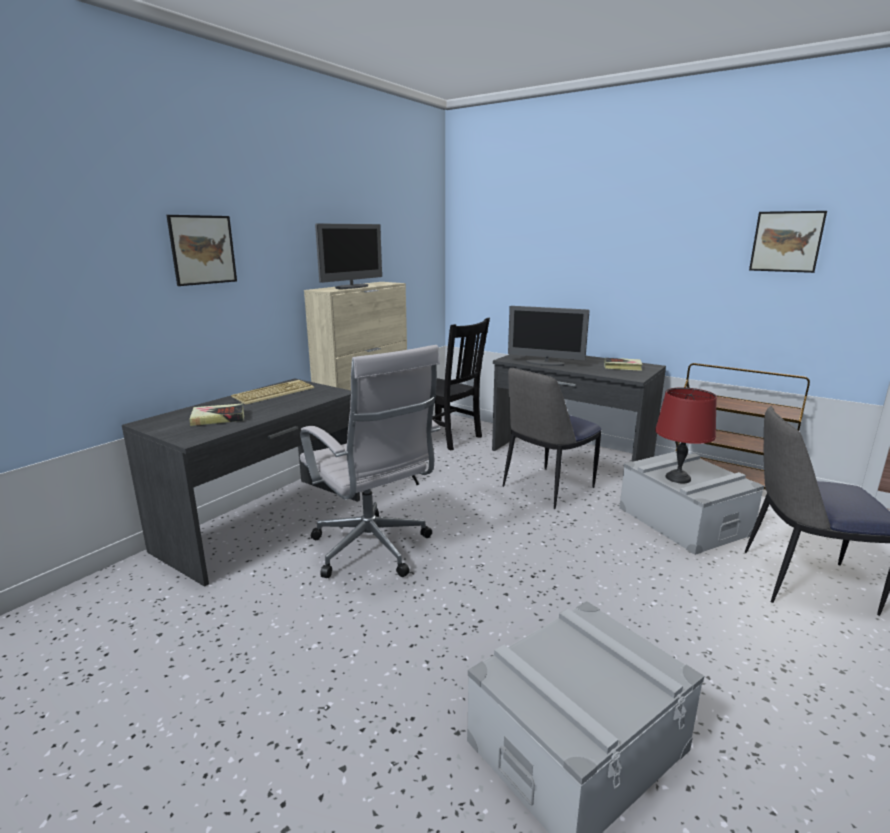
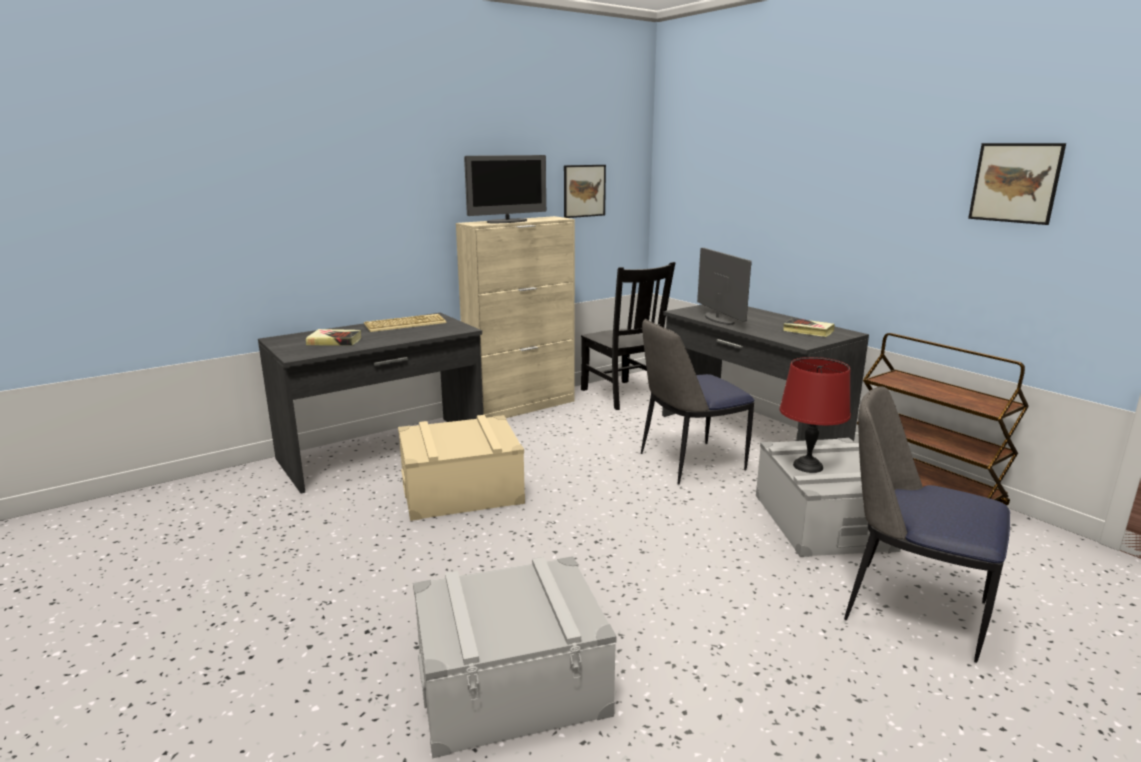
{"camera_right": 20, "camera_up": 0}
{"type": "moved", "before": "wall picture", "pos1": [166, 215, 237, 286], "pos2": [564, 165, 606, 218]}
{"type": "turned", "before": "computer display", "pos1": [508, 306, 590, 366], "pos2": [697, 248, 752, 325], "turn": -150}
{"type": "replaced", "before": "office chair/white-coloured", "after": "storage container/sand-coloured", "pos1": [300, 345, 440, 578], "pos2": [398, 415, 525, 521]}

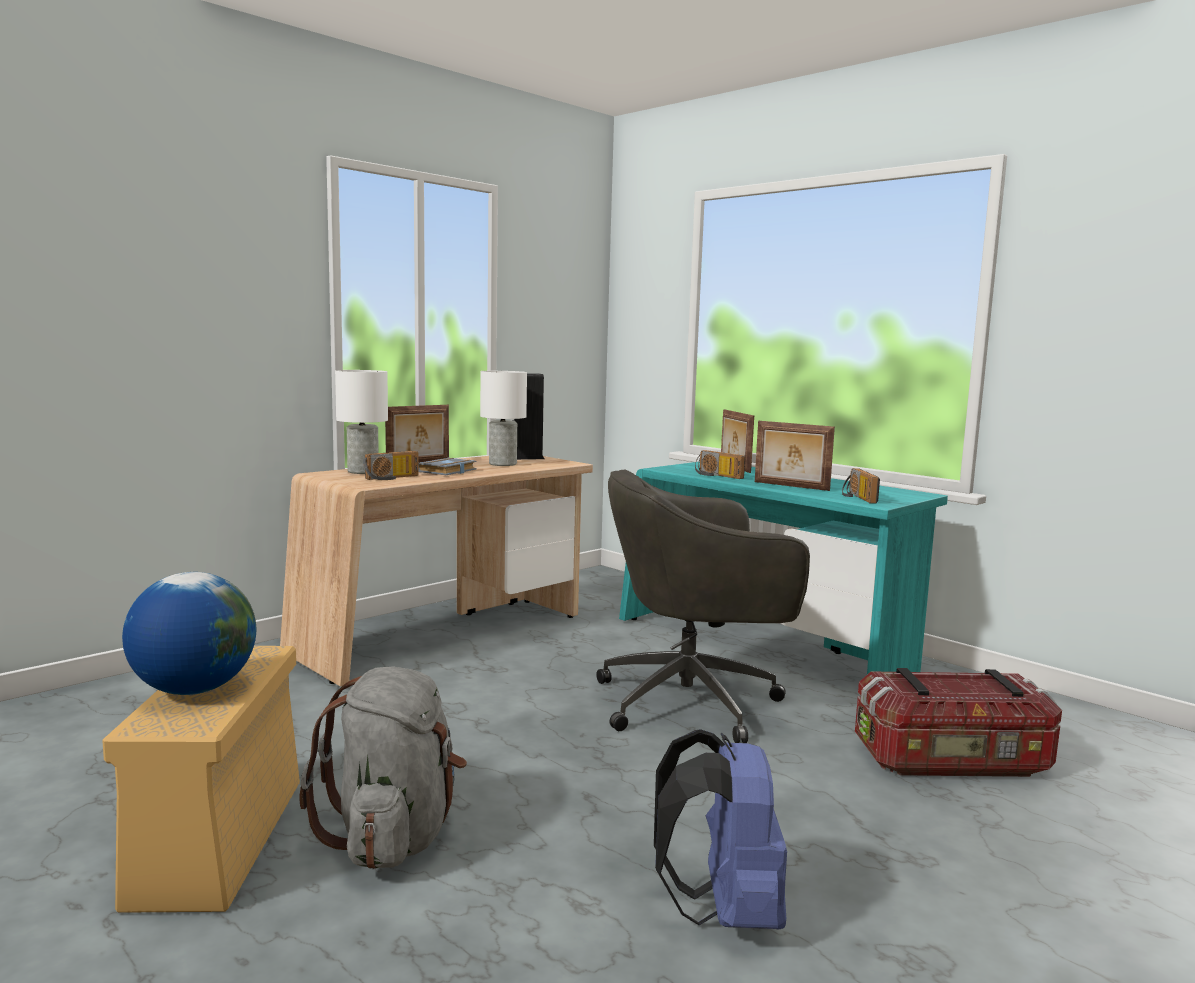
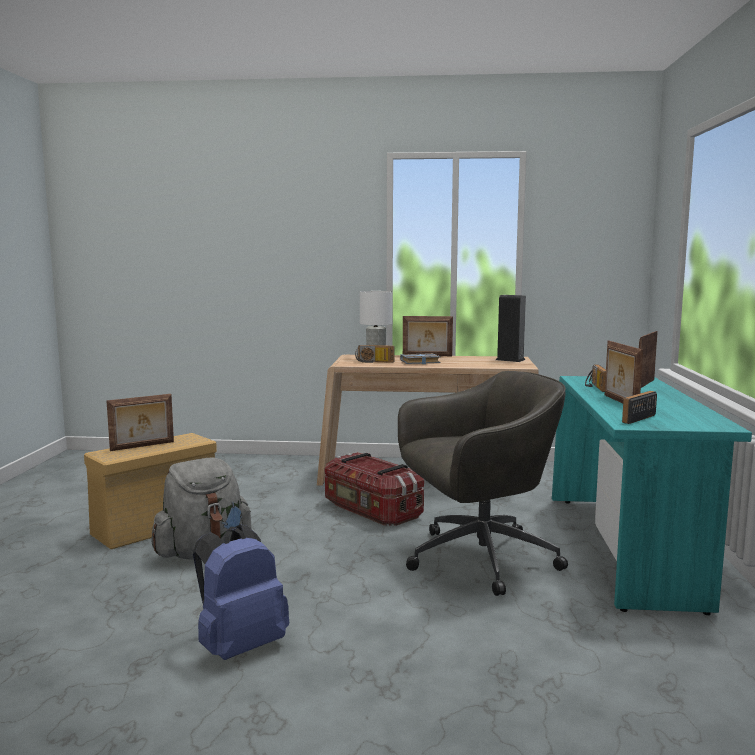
{"camera_right": 50, "camera_up": 0}
{"type": "removed", "before": "lamp for a table/white-coloured", "pos1": [480, 371, 527, 466]}
{"type": "turned", "before": "office chair/gray", "pos1": [596, 470, 810, 743], "pos2": [398, 371, 568, 596], "turn": 120}
{"type": "replaced", "before": "world globe", "after": "picture frame", "pos1": [122, 572, 256, 695], "pos2": [107, 394, 174, 451]}
{"type": "moved", "before": "storage container", "pos1": [855, 668, 1062, 777], "pos2": [325, 452, 424, 526]}

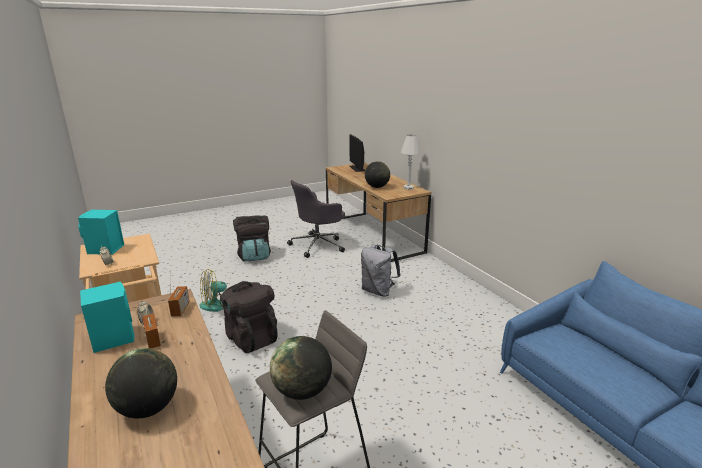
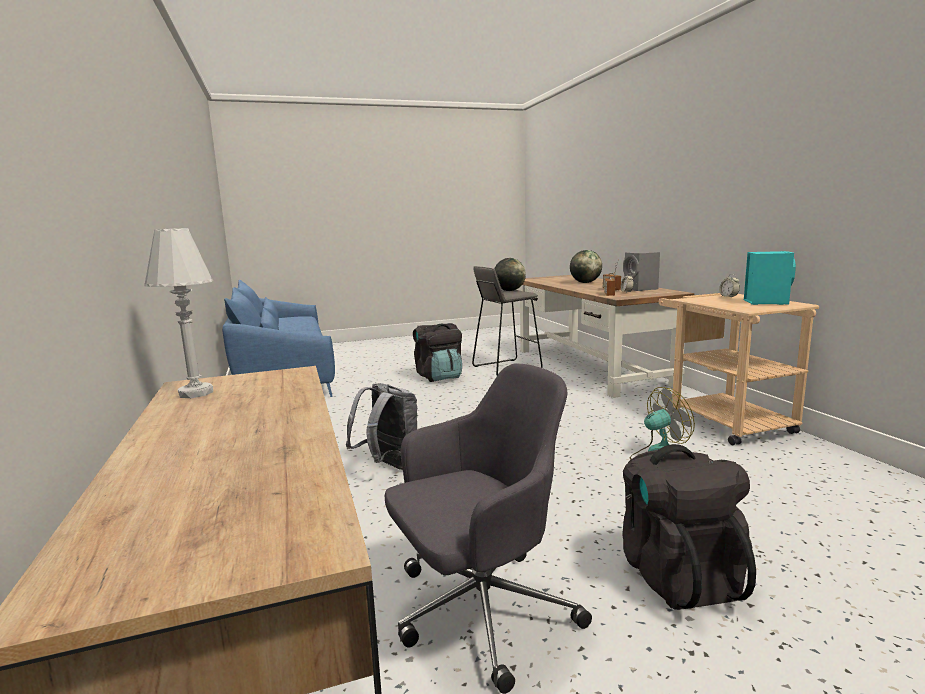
{"camera_right": -170, "camera_up": -10}
{"type": "removed", "before": "computer display", "pos1": [350, 135, 365, 172]}
{"type": "removed", "before": "world globe", "pos1": [365, 161, 390, 188]}
{"type": "moved", "before": "rucksack/blackish", "pos1": [220, 281, 278, 353], "pos2": [413, 323, 462, 382]}
{"type": "recoloured", "before": "speaker/turquoise", "after": "speaker/gray", "pos1": [80, 282, 134, 353], "pos2": [623, 251, 660, 291]}

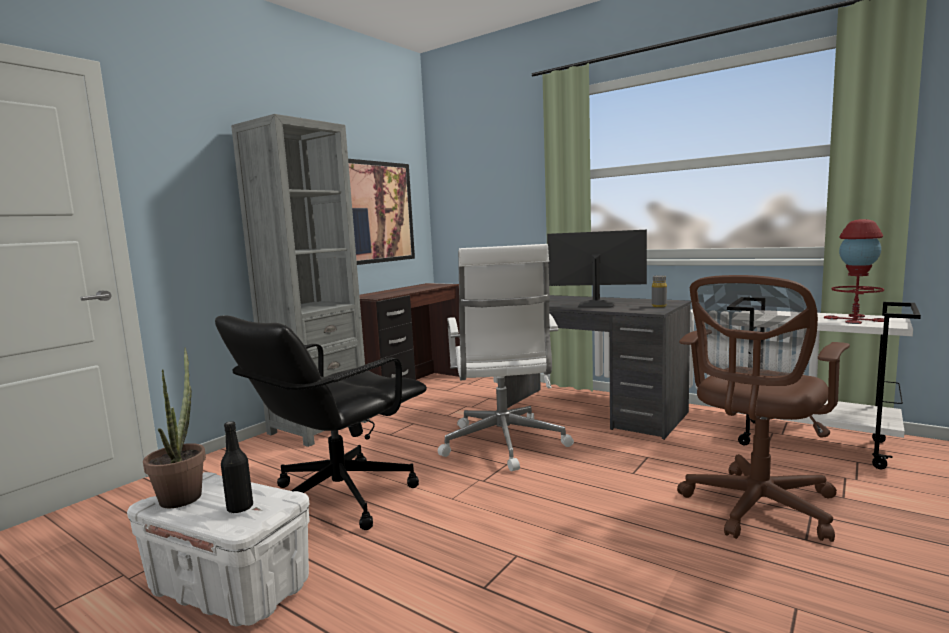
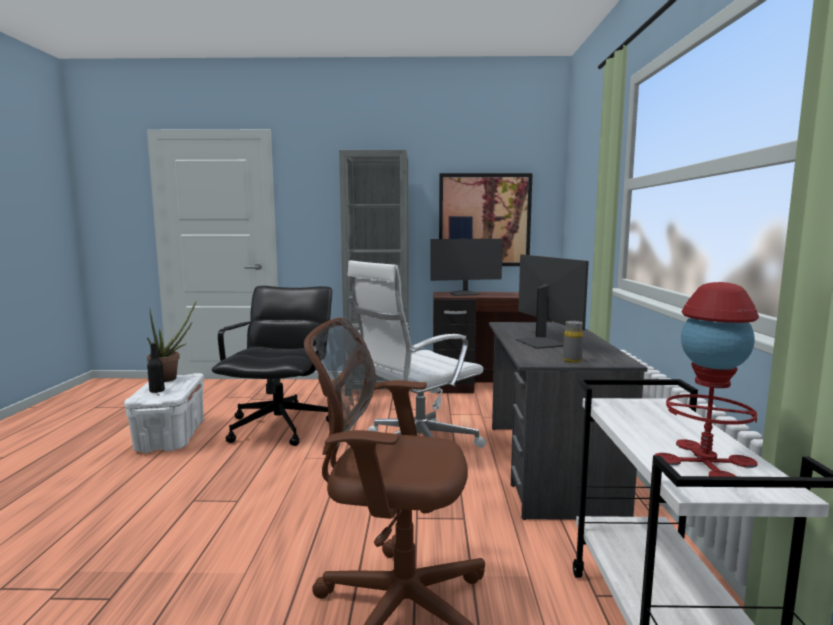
{"camera_right": 55, "camera_up": 0}
{"type": "turned", "before": "office chair/blackish", "pos1": [215, 315, 427, 530], "pos2": [212, 286, 332, 446], "turn": 90}
{"type": "added", "after": "computer display", "pos2": [430, 239, 503, 296]}

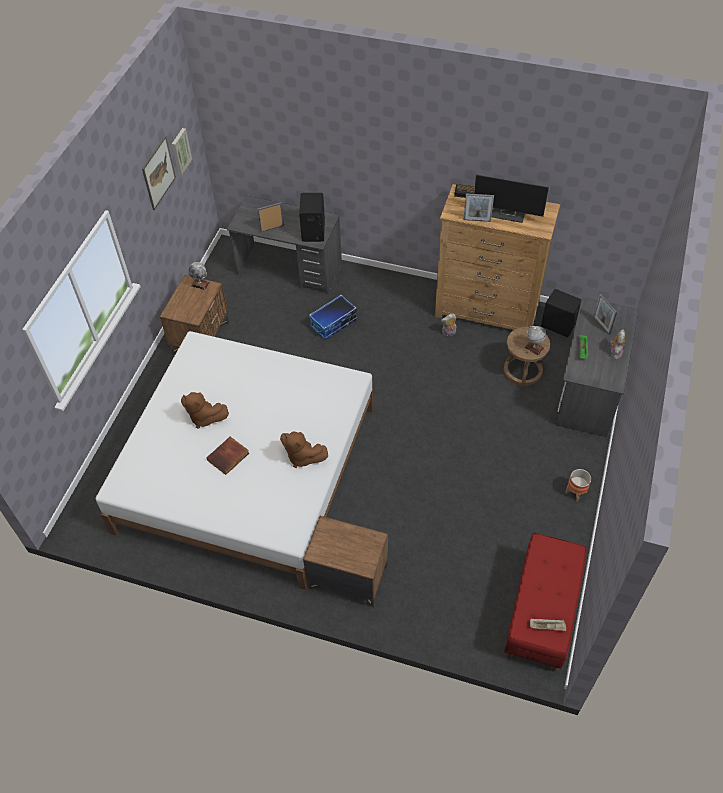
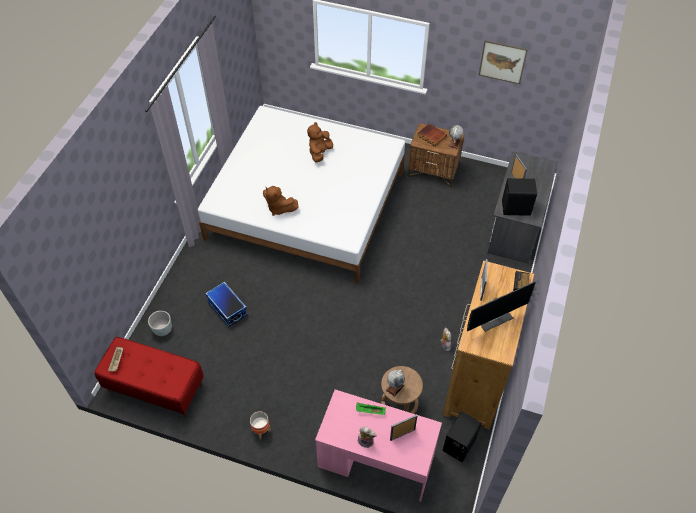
{"camera_right": 90, "camera_up": 0}
{"type": "removed", "before": "wall picture", "pos1": [172, 128, 192, 175]}
{"type": "turned", "before": "computer display", "pos1": [474, 174, 549, 223], "pos2": [467, 281, 536, 332], "turn": -135}
{"type": "moved", "before": "storage container", "pos1": [309, 295, 357, 340], "pos2": [205, 282, 247, 327]}
{"type": "recoloured", "before": "desk table/gray", "after": "desk table/pink-coloured", "pos1": [555, 297, 639, 437], "pos2": [315, 390, 442, 502]}
{"type": "turned", "before": "plush toy/brown", "pos1": [280, 431, 328, 468], "pos2": [263, 186, 298, 216], "turn": -90}
{"type": "moved", "before": "bound book", "pos1": [207, 437, 249, 475], "pos2": [417, 124, 447, 147]}
{"type": "removed", "before": "bedside table/brown", "pos1": [303, 516, 388, 608]}
{"type": "added", "after": "plant pot/gray", "pos2": [148, 311, 172, 336]}

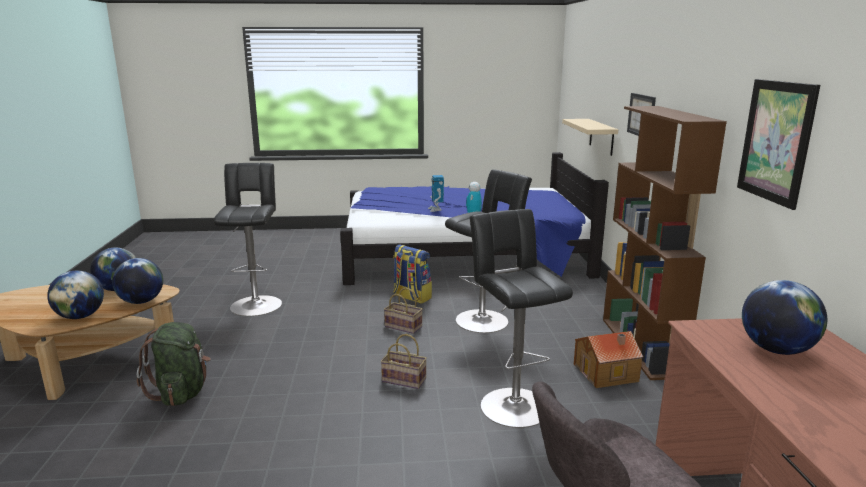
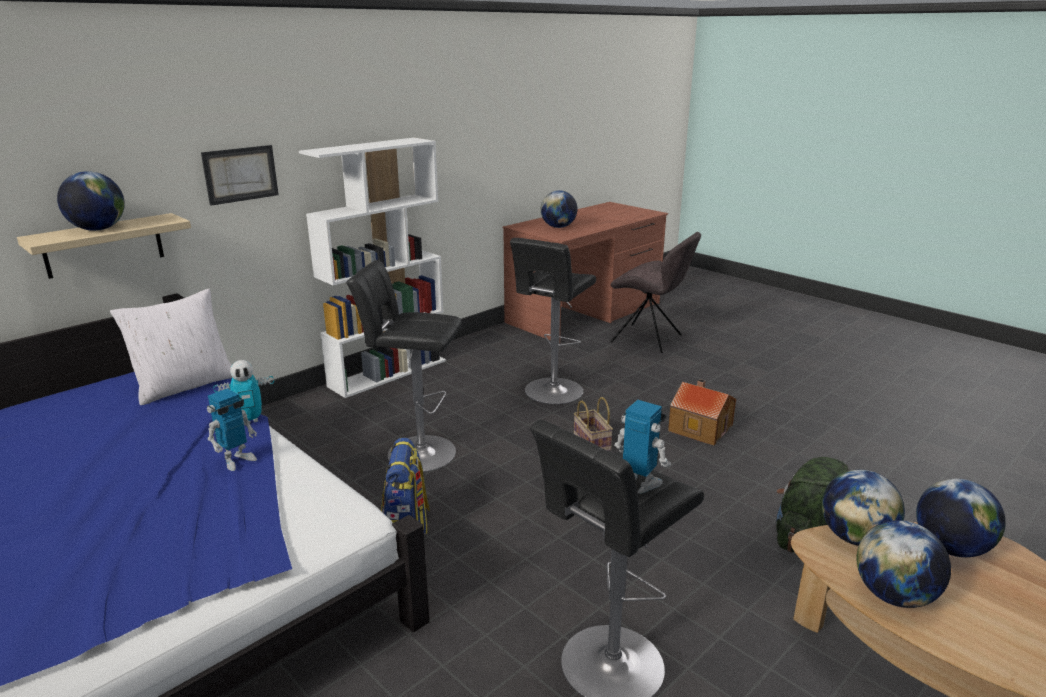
{"camera_right": -130, "camera_up": 5}
{"type": "removed", "before": "wall picture", "pos1": [737, 79, 820, 210]}
{"type": "recoloured", "before": "bookcase/brown", "after": "bookcase/white-coloured", "pos1": [603, 106, 727, 380], "pos2": [299, 138, 446, 398]}
{"type": "removed", "before": "basket", "pos1": [384, 288, 423, 334]}
{"type": "moved", "before": "model house", "pos1": [574, 331, 643, 388], "pos2": [668, 379, 737, 445]}
{"type": "added", "after": "world globe", "pos2": [57, 171, 125, 231]}
{"type": "added", "after": "throw pillow/white-coloured", "pos2": [110, 289, 232, 405]}
{"type": "added", "after": "robot figure", "pos2": [614, 400, 671, 494]}

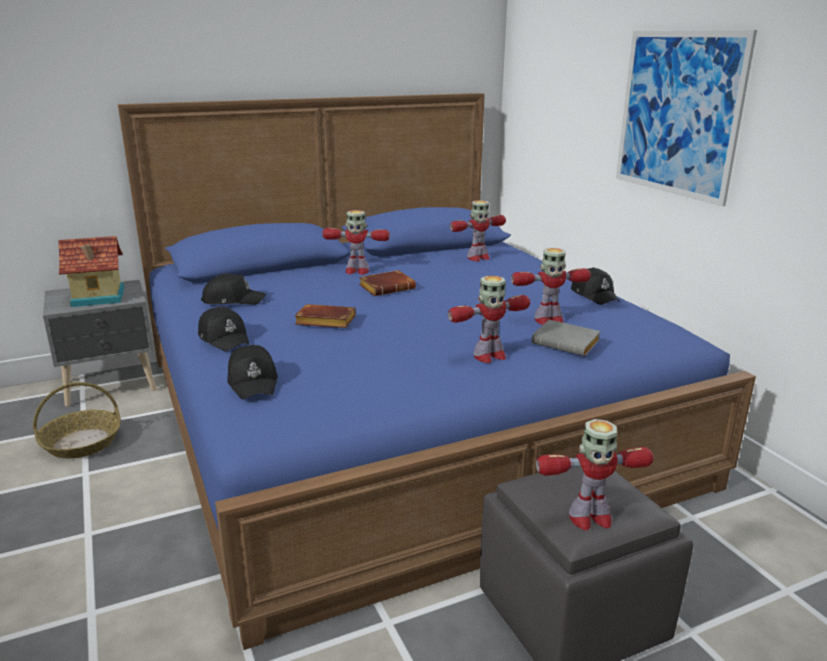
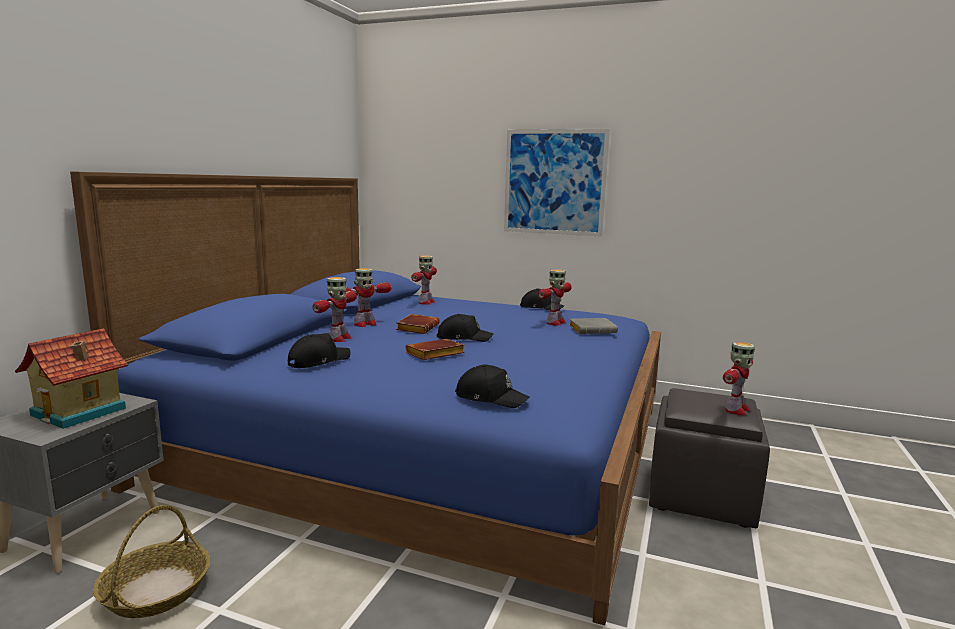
{"camera_right": -45, "camera_up": -10}
{"type": "moved", "before": "robot figure", "pos1": [448, 276, 530, 363], "pos2": [313, 277, 357, 342]}
{"type": "moved", "before": "cap/blackish", "pos1": [198, 307, 250, 351], "pos2": [437, 314, 494, 342]}

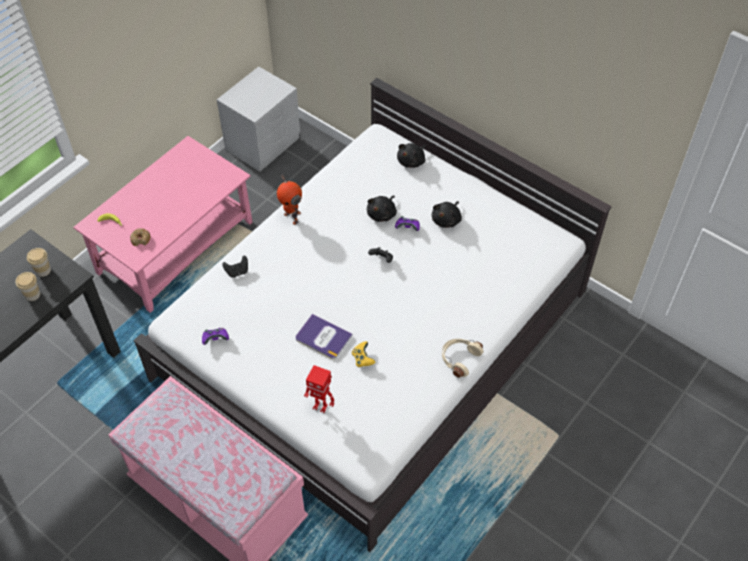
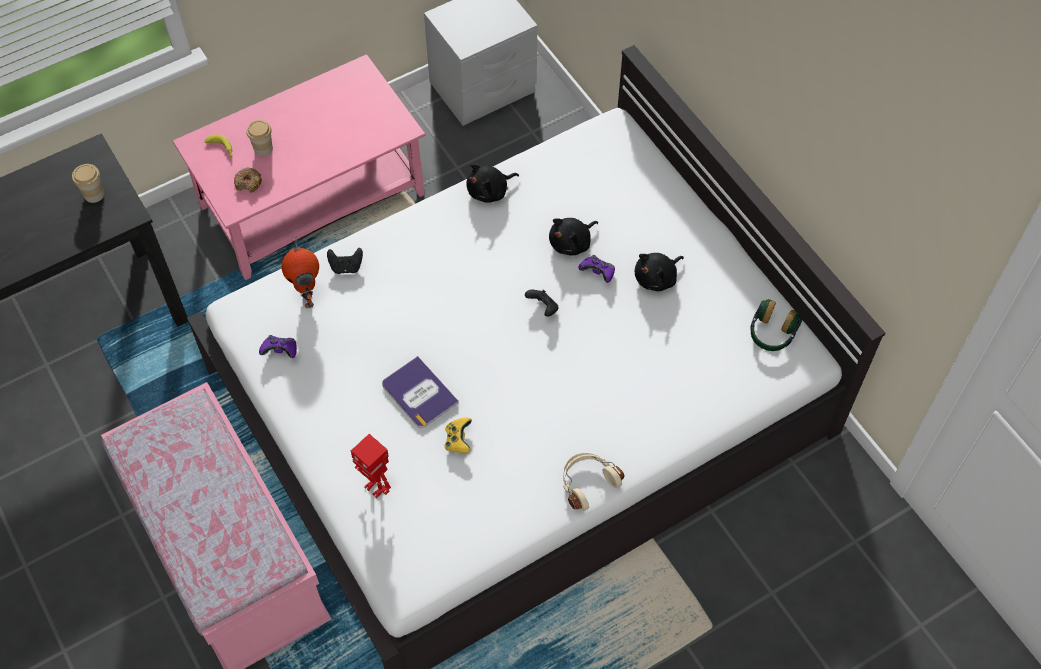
{"camera_right": 20, "camera_up": 5}
{"type": "moved", "before": "plush toy/blackish", "pos1": [397, 143, 426, 168], "pos2": [466, 164, 519, 203]}
{"type": "moved", "before": "robot figure", "pos1": [277, 176, 302, 225], "pos2": [282, 237, 319, 308]}
{"type": "moved", "before": "drinking cup", "pos1": [15, 272, 40, 301], "pos2": [246, 120, 273, 156]}
{"type": "added", "after": "headset", "pos2": [750, 299, 803, 351]}

